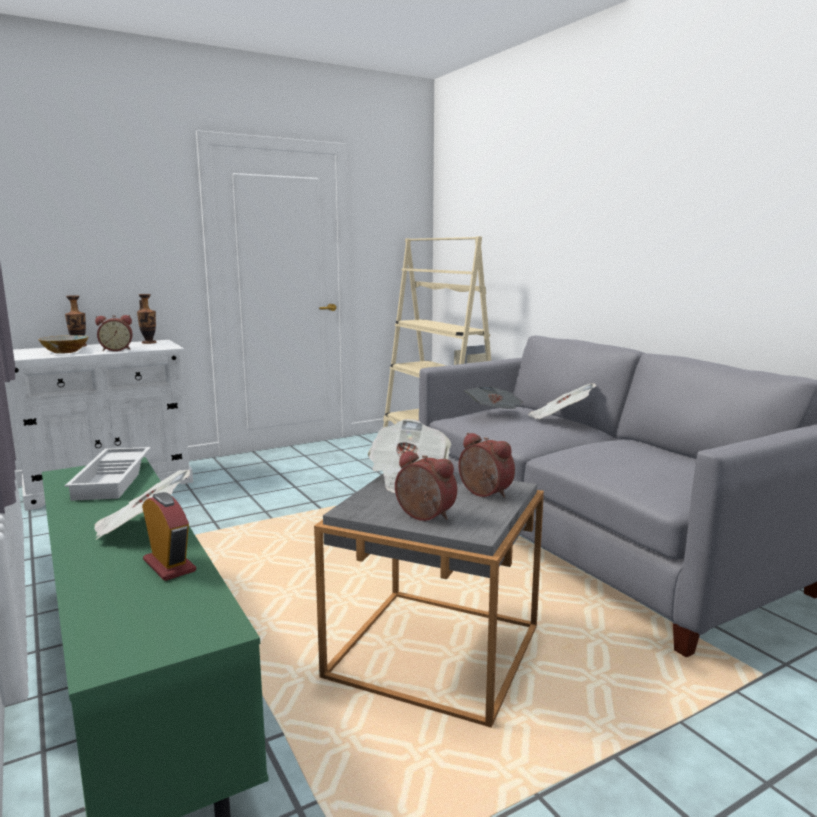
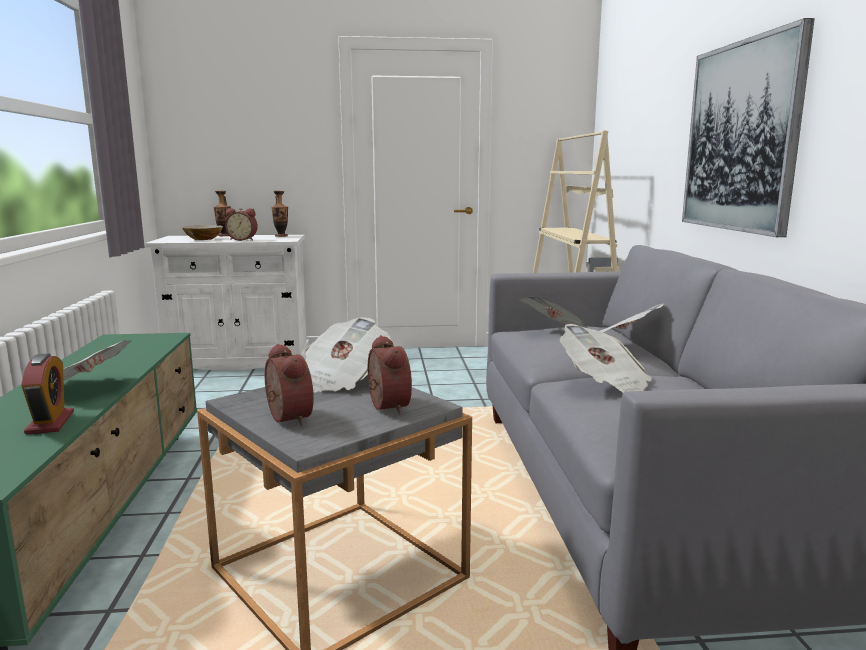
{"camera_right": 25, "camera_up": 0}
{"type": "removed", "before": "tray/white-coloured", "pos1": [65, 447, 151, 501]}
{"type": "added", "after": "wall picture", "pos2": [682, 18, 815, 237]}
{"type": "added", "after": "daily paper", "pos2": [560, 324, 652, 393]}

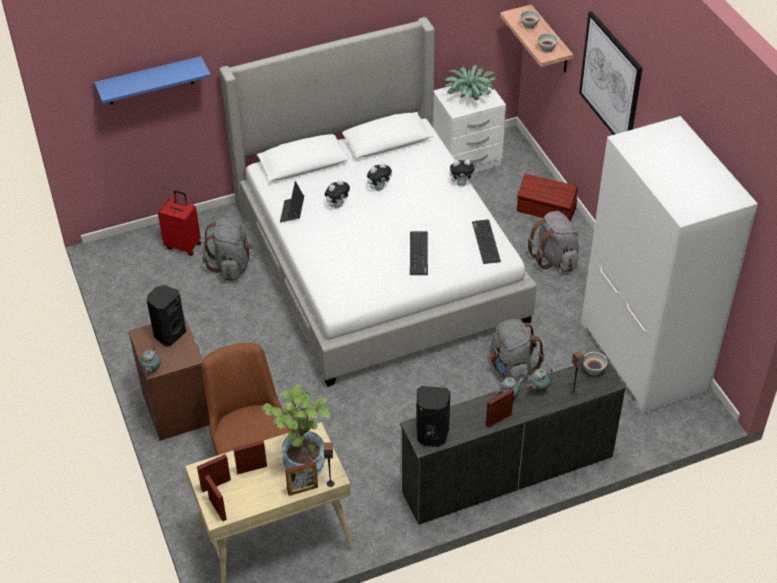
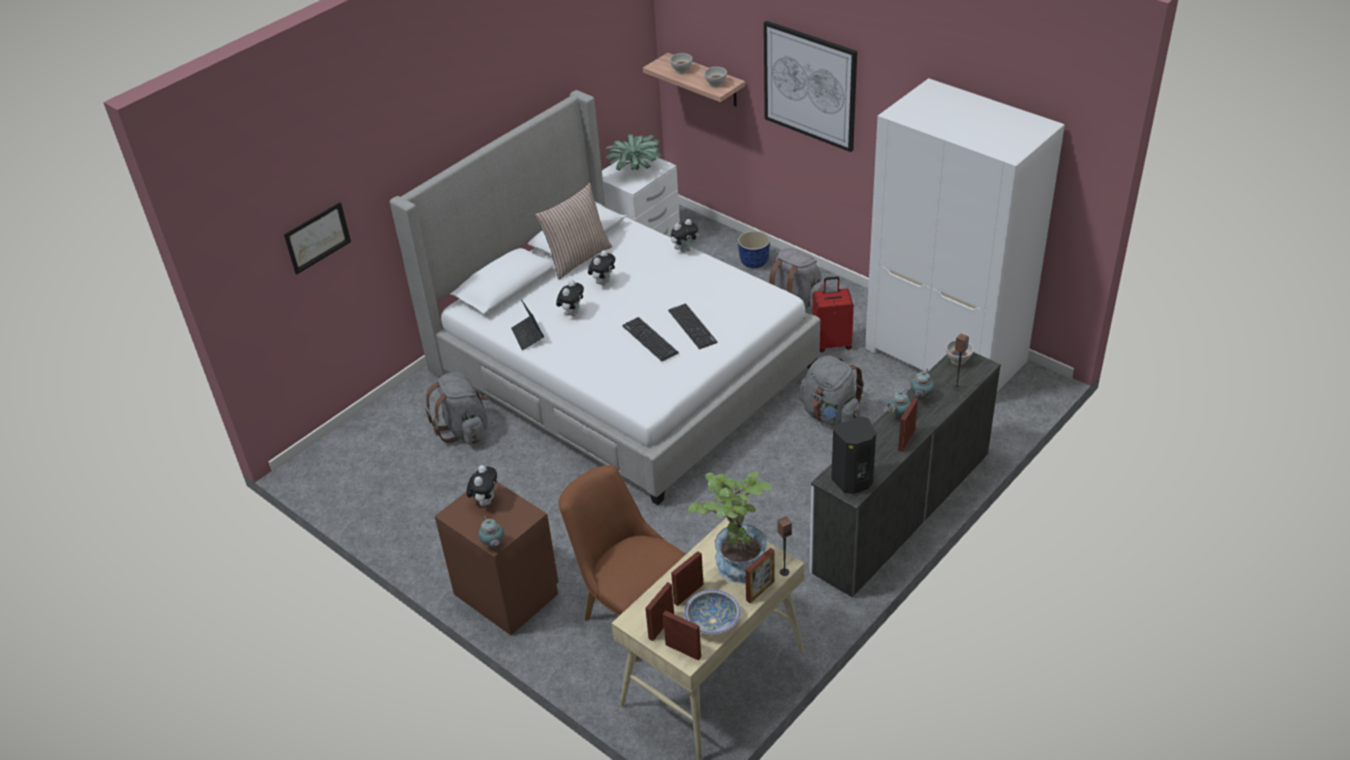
{"camera_right": -25, "camera_up": -5}
{"type": "replaced", "before": "wall shelf/blue", "after": "wall picture", "pos1": [94, 56, 211, 104], "pos2": [284, 202, 351, 275]}
{"type": "replaced", "before": "storage container/brown", "after": "plant pot", "pos1": [517, 174, 578, 221], "pos2": [738, 231, 770, 268]}
{"type": "moved", "before": "travel case/reddish", "pos1": [158, 190, 201, 256], "pos2": [812, 276, 854, 352]}
{"type": "moved", "before": "PC keyboard", "pos1": [472, 219, 501, 264], "pos2": [622, 317, 679, 361]}
{"type": "replaced", "before": "speaker/blackish", "after": "plush toy", "pos1": [147, 285, 186, 346], "pos2": [466, 465, 497, 506]}
{"type": "added", "after": "throw pillow", "pos2": [535, 183, 612, 280]}
{"type": "added", "after": "bowl", "pos2": [684, 590, 741, 635]}

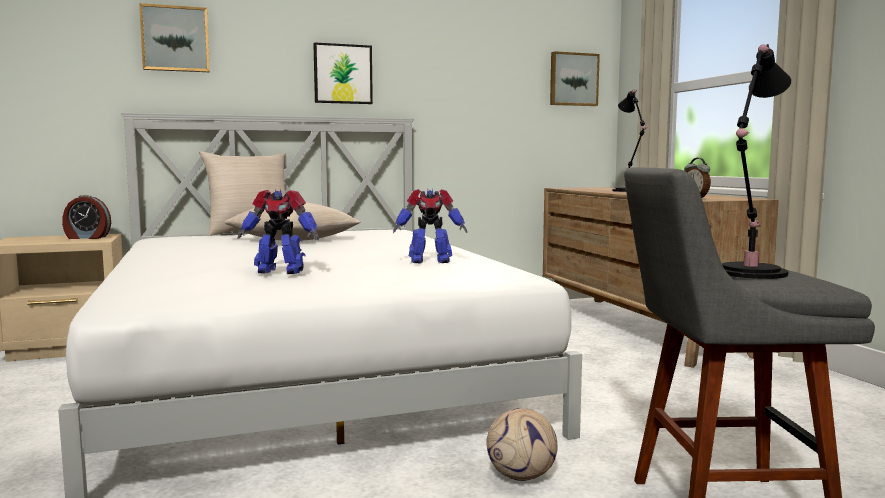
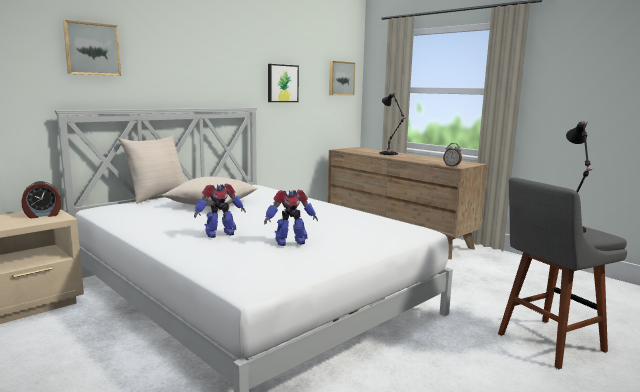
{"camera_right": -25, "camera_up": 5}
{"type": "moved", "before": "wall picture", "pos1": [313, 42, 373, 104], "pos2": [268, 64, 299, 102]}
{"type": "moved", "before": "robot figure", "pos1": [393, 188, 467, 263], "pos2": [194, 184, 246, 238]}
{"type": "removed", "before": "football", "pos1": [487, 408, 558, 481]}

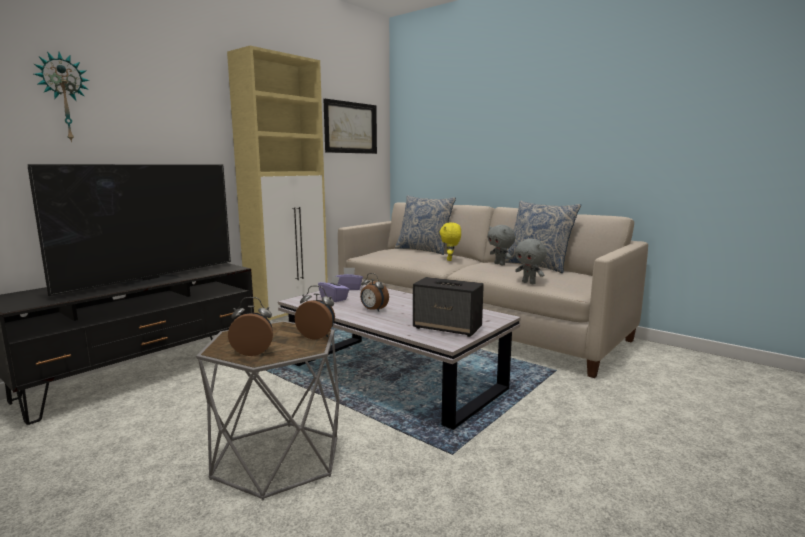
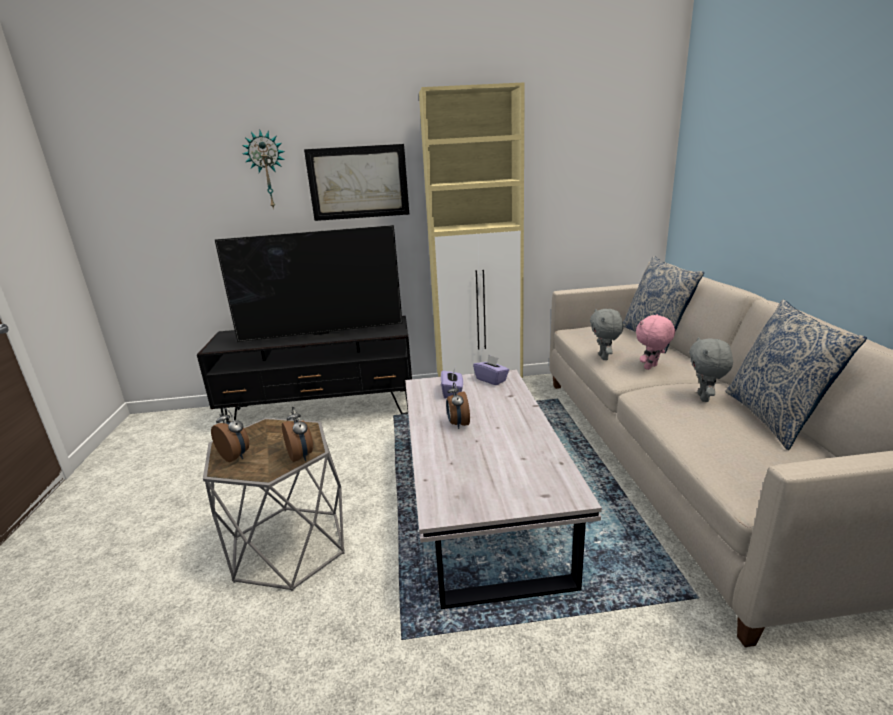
{"camera_right": 45, "camera_up": 10}
{"type": "moved", "before": "wall picture", "pos1": [323, 99, 377, 154], "pos2": [304, 144, 409, 221]}
{"type": "recoloured", "before": "plush toy/yellow", "after": "plush toy/pink-coloured", "pos1": [440, 223, 461, 261], "pos2": [636, 314, 675, 370]}
{"type": "moved", "before": "plush toy/gray", "pos1": [515, 239, 547, 284], "pos2": [590, 309, 624, 360]}
{"type": "removed", "before": "speaker", "pos1": [413, 277, 484, 337]}

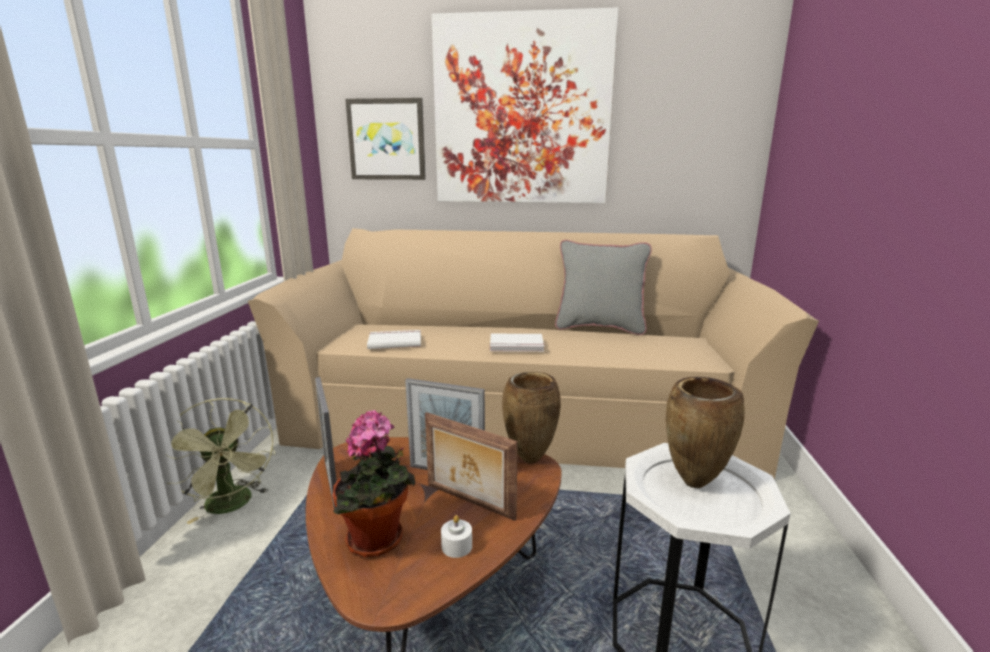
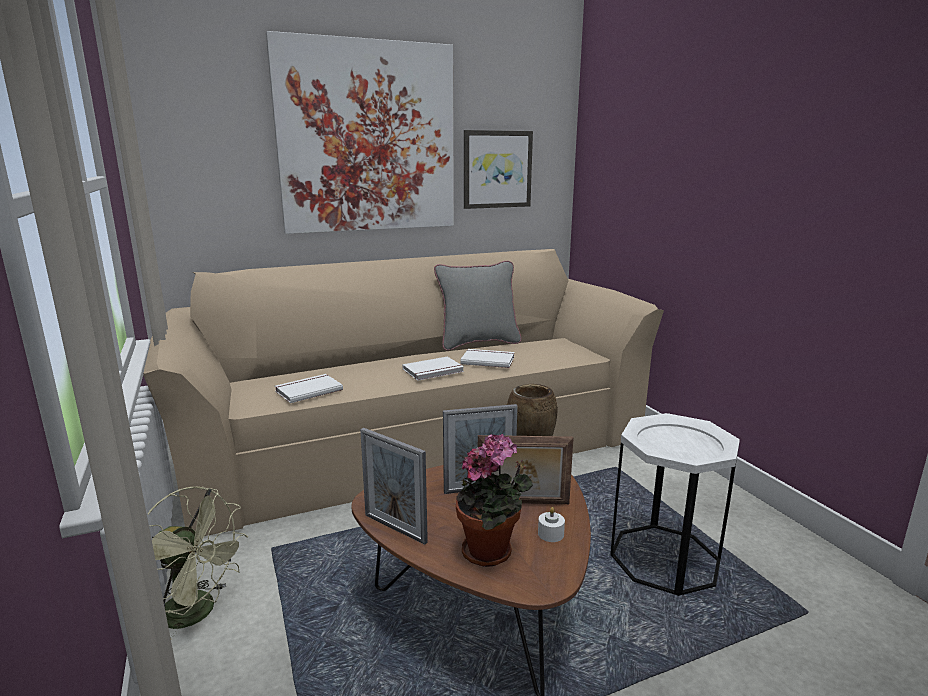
{"camera_right": -30, "camera_up": 0}
{"type": "moved", "before": "wall picture", "pos1": [345, 98, 426, 180], "pos2": [464, 130, 533, 209]}
{"type": "removed", "before": "decorative vase/brown", "pos1": [666, 377, 745, 488]}
{"type": "added", "after": "bound book/white-coloured", "pos2": [460, 349, 514, 368]}

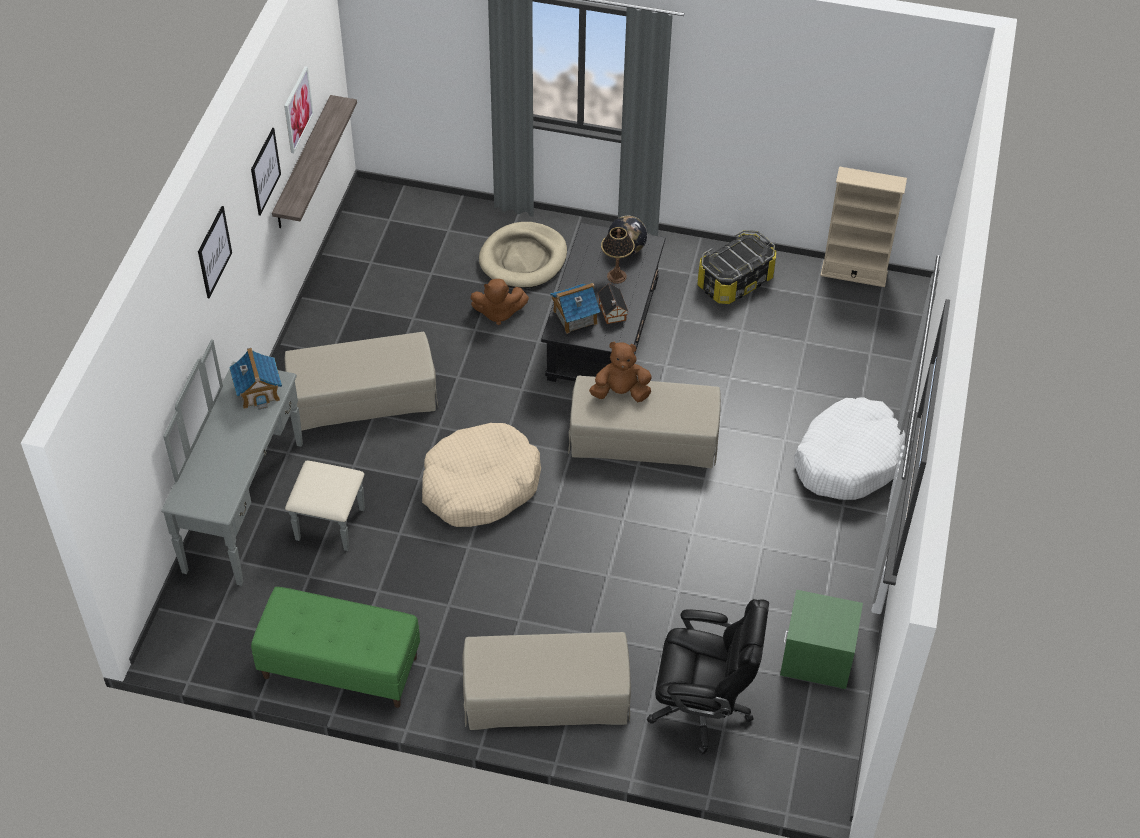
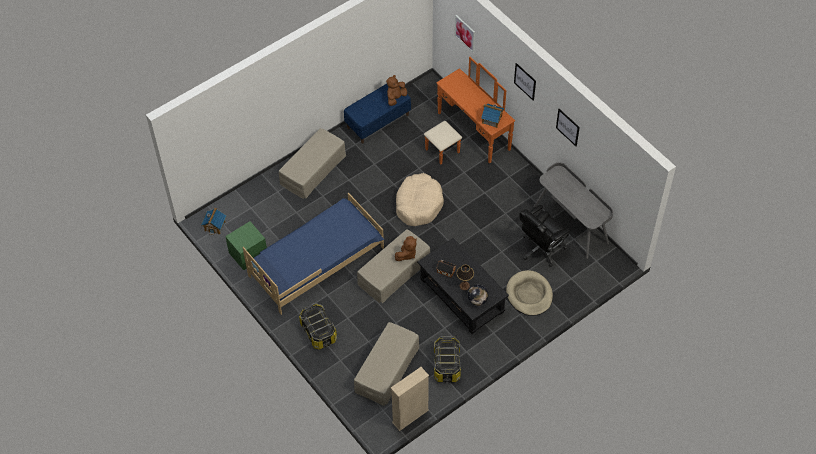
{"camera_right": 130, "camera_up": 5}
{"type": "moved", "before": "wall picture", "pos1": [284, 66, 314, 153], "pos2": [455, 15, 475, 52]}
{"type": "removed", "before": "wall shelf", "pos1": [272, 95, 357, 228]}
{"type": "moved", "before": "plush toy/brown", "pos1": [470, 279, 529, 325], "pos2": [386, 75, 407, 106]}
{"type": "moved", "before": "model house", "pos1": [550, 283, 600, 334], "pos2": [201, 207, 226, 235]}
{"type": "moved", "before": "footrest/sand-coloured", "pos1": [285, 332, 438, 431], "pos2": [354, 322, 419, 406]}
{"type": "recoloured", "before": "dresser/gray", "after": "dresser/orangey", "pos1": [161, 339, 365, 586], "pos2": [424, 57, 515, 165]}
{"type": "replaced", "before": "dog bed/white-coloured", "after": "storage container", "pos1": [794, 397, 905, 500], "pos2": [299, 303, 337, 350]}
{"type": "recoloured", "before": "indoor bench/green-coloured", "after": "indoor bench/blue", "pos1": [251, 587, 420, 708], "pos2": [344, 84, 411, 144]}
{"type": "moved", "before": "office chair/blackish", "pos1": [647, 599, 769, 754], "pos2": [519, 205, 570, 267]}
{"type": "added", "after": "desk table/gray", "pos2": [534, 162, 613, 259]}
{"type": "added", "after": "bed/blue", "pos2": [243, 193, 384, 315]}

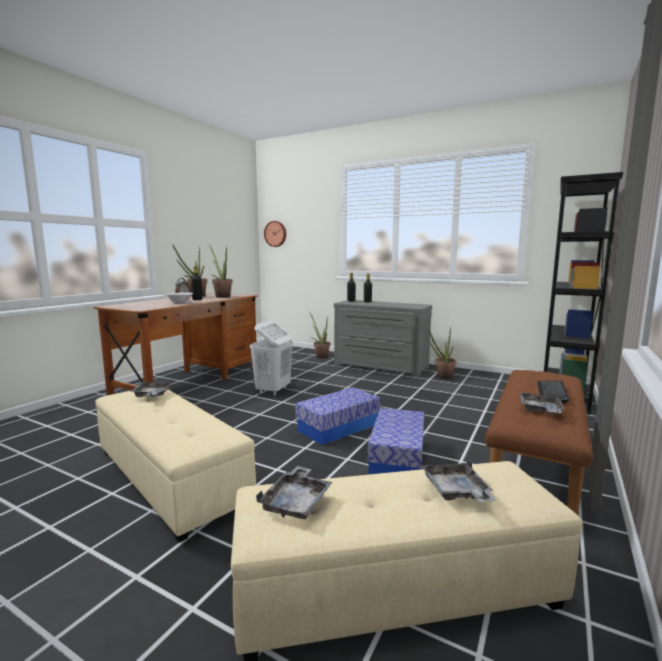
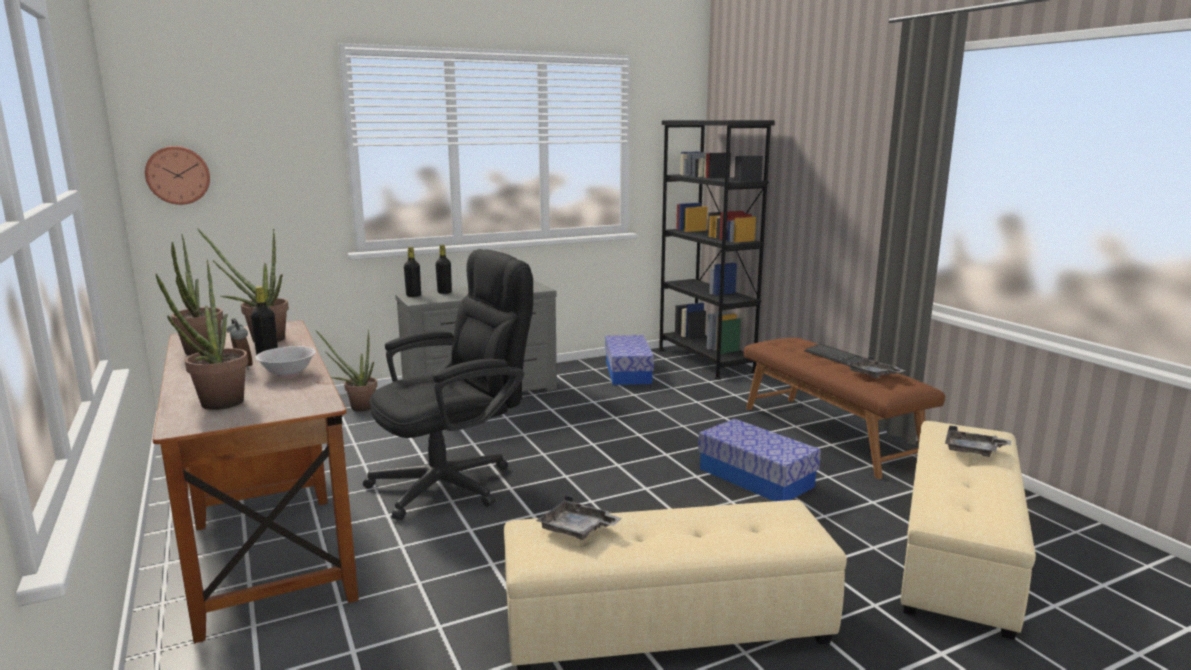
{"camera_right": -55, "camera_up": 5}
{"type": "replaced", "before": "washing basket/white-coloured", "after": "office chair/blackish", "pos1": [250, 320, 293, 396], "pos2": [363, 249, 533, 520]}
{"type": "moved", "before": "plant in a pot", "pos1": [429, 326, 456, 379], "pos2": [155, 260, 248, 410]}
{"type": "moved", "before": "storage container", "pos1": [295, 387, 381, 445], "pos2": [605, 335, 654, 385]}
{"type": "removed", "before": "tray/gray", "pos1": [256, 466, 332, 519]}

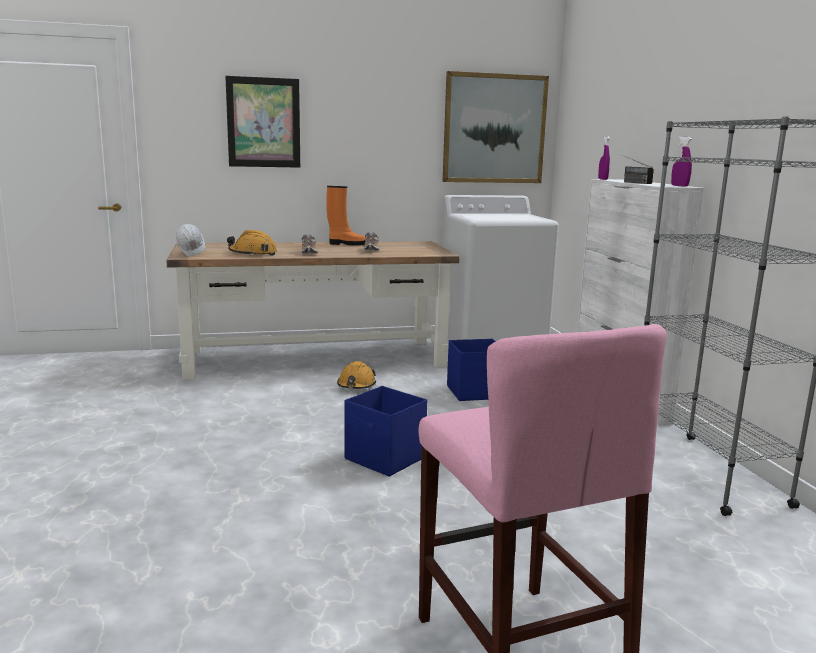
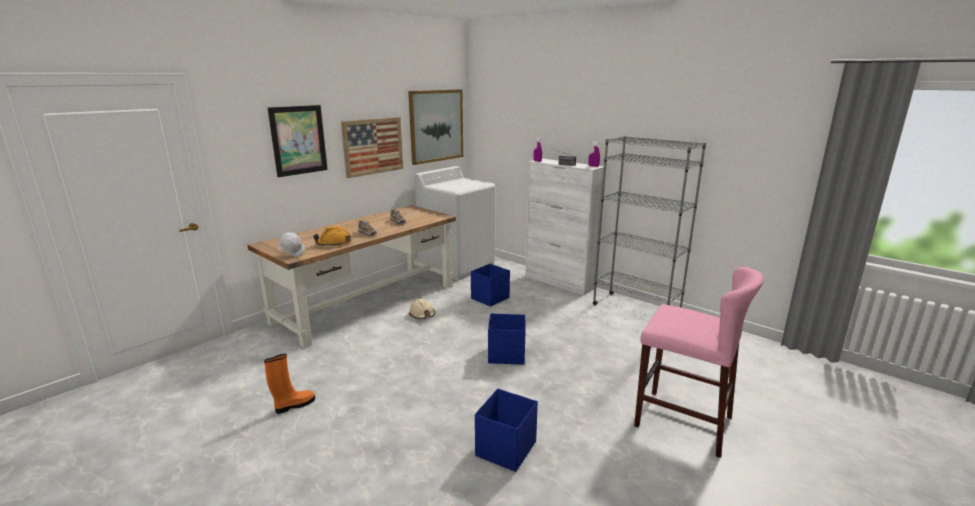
{"camera_right": -35, "camera_up": 5}
{"type": "moved", "before": "tall boot/orangey", "pos1": [326, 186, 365, 245], "pos2": [264, 354, 315, 414]}
{"type": "recoloured", "before": "hard hat/orangey", "after": "hard hat/sand-coloured", "pos1": [337, 361, 376, 389], "pos2": [409, 299, 435, 319]}
{"type": "added", "after": "wall picture", "pos2": [341, 117, 403, 178]}
{"type": "added", "after": "storage container/blue", "pos2": [475, 389, 538, 472]}

